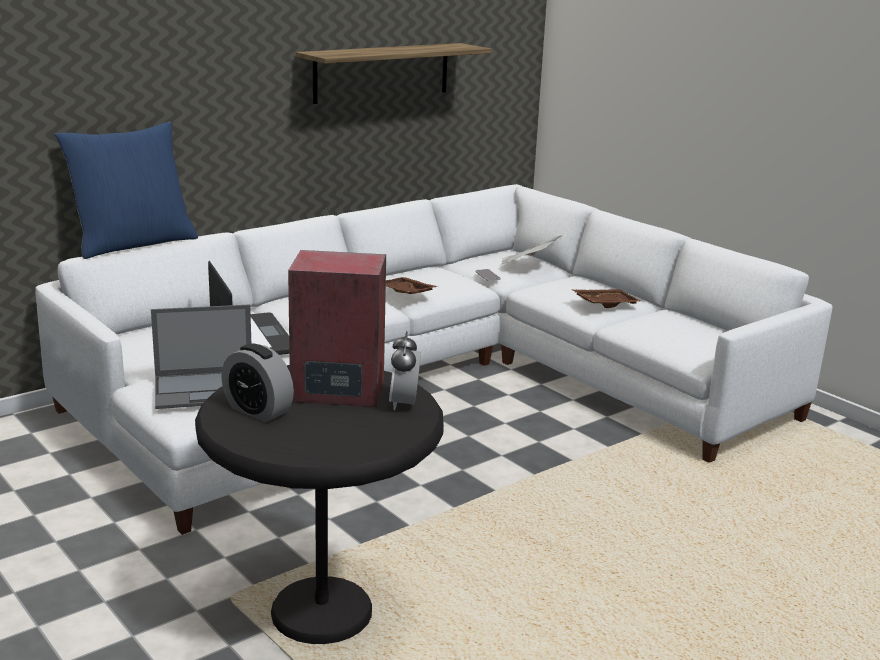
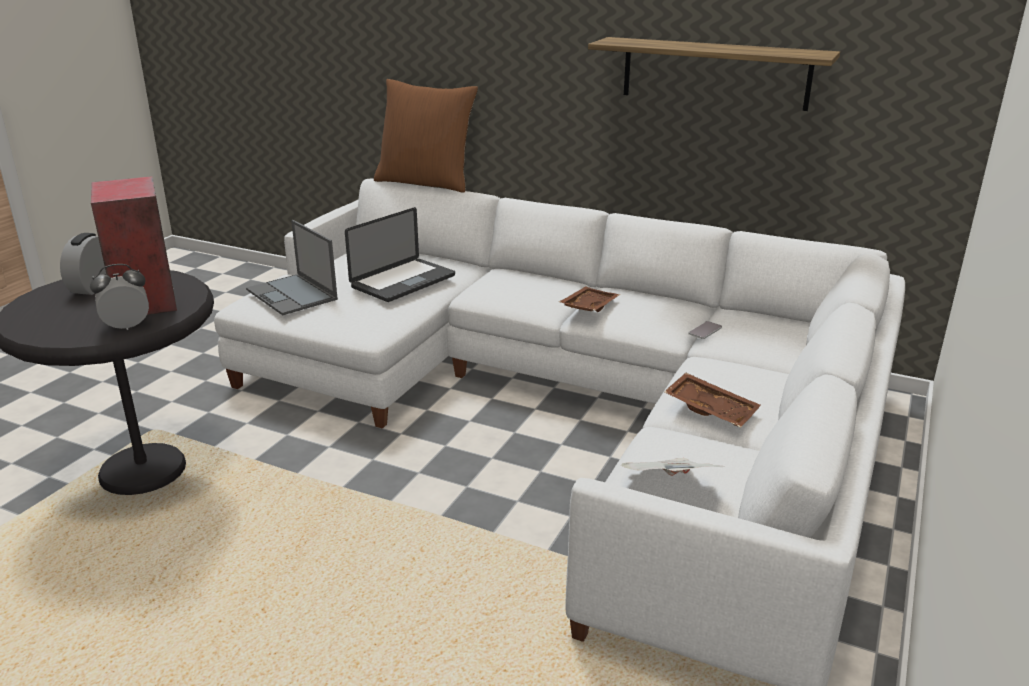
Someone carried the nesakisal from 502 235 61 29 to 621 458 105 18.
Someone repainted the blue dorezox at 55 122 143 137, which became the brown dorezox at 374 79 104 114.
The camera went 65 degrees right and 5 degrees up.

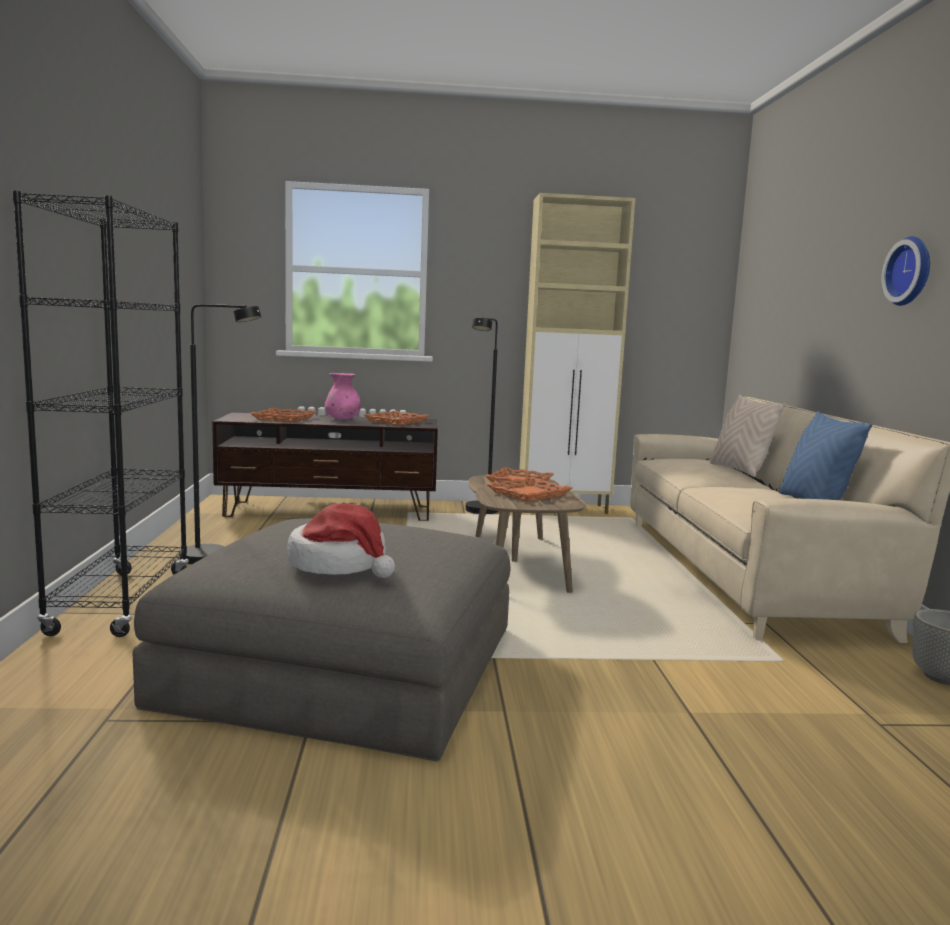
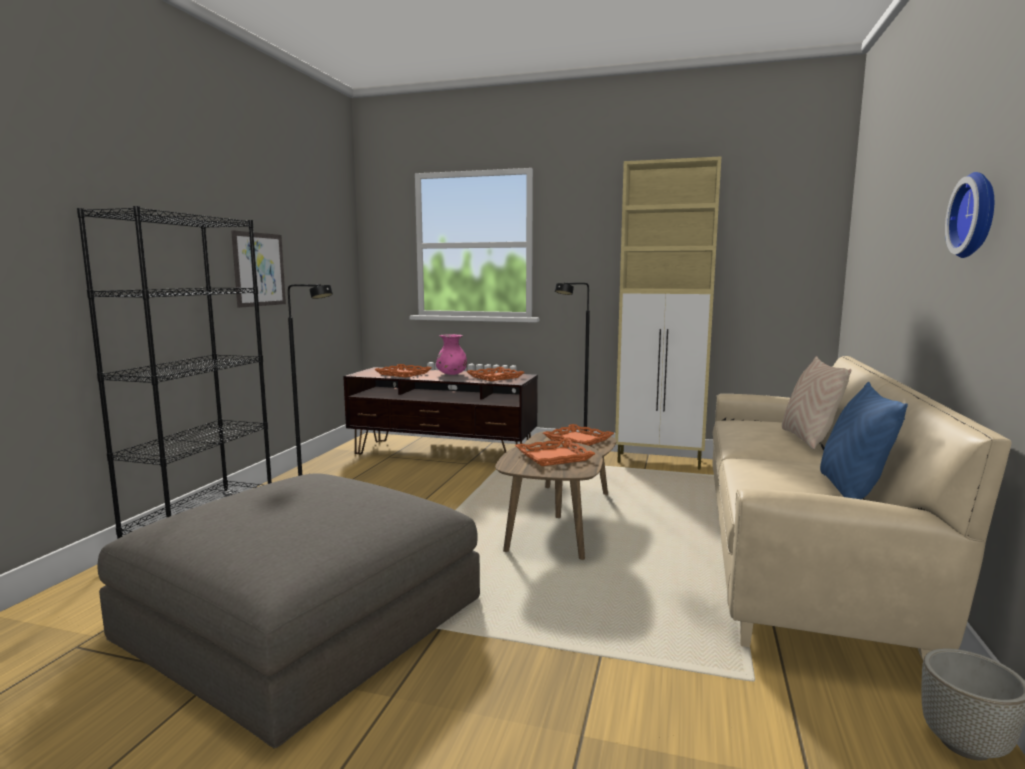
Someone took away the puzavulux at 287 503 108 75.
Someone put up the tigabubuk at 231 230 55 78.
The camera went 20 degrees right and 0 degrees up.

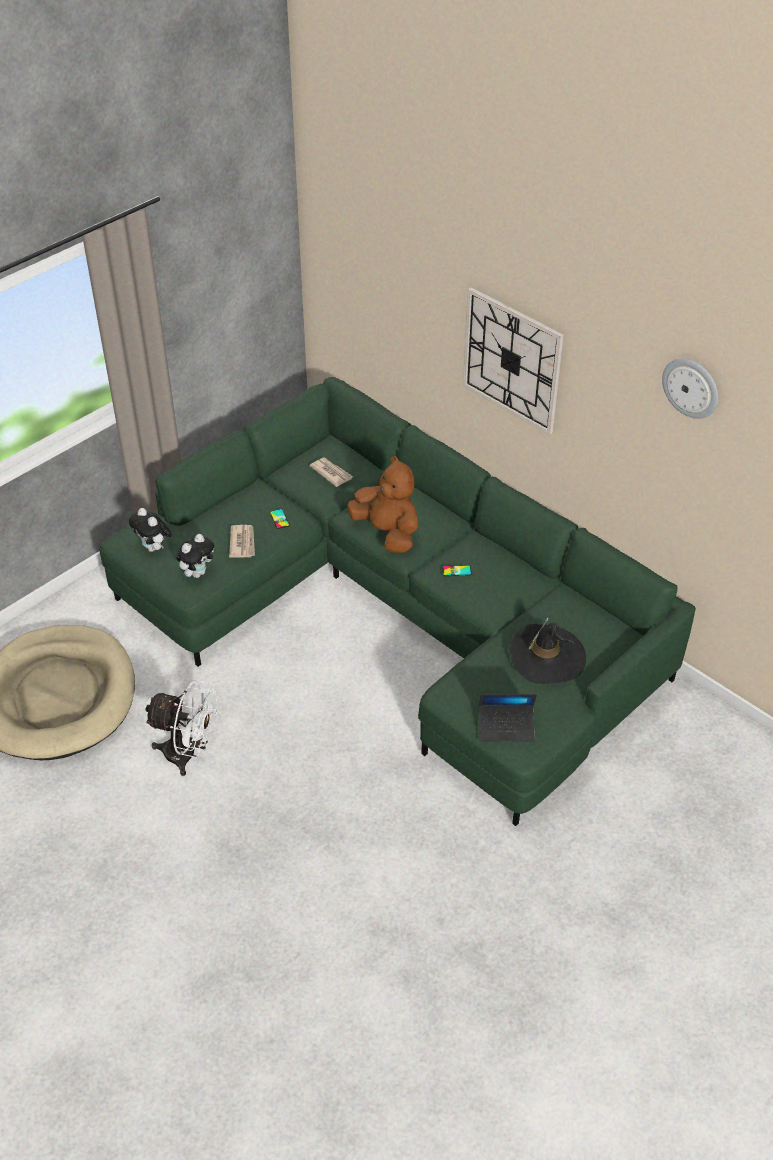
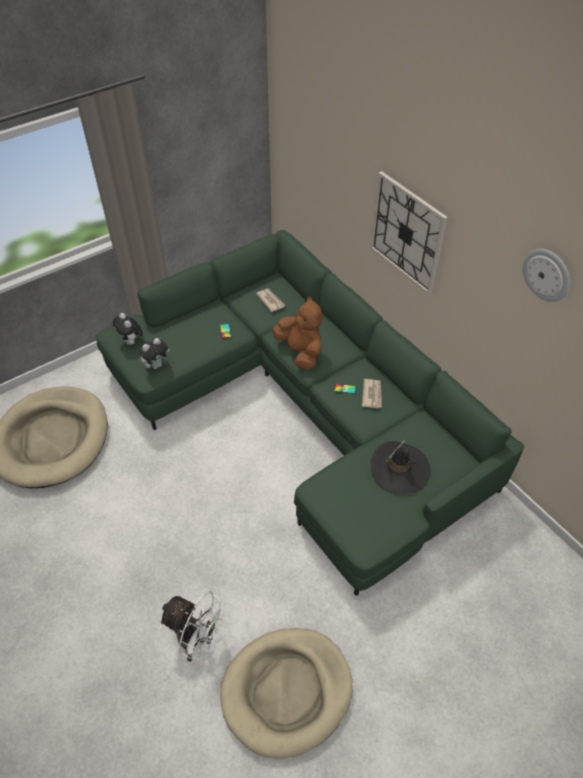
Someone took away the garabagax at 479 694 58 48.
Someone put down the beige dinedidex at 220 628 133 130.
Someone carried the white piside from 144 680 74 96 to 159 592 67 70.
Someone carried the nesakisal from 229 525 26 33 to 362 379 20 29.
The camera went 10 degrees right and 5 degrees up.

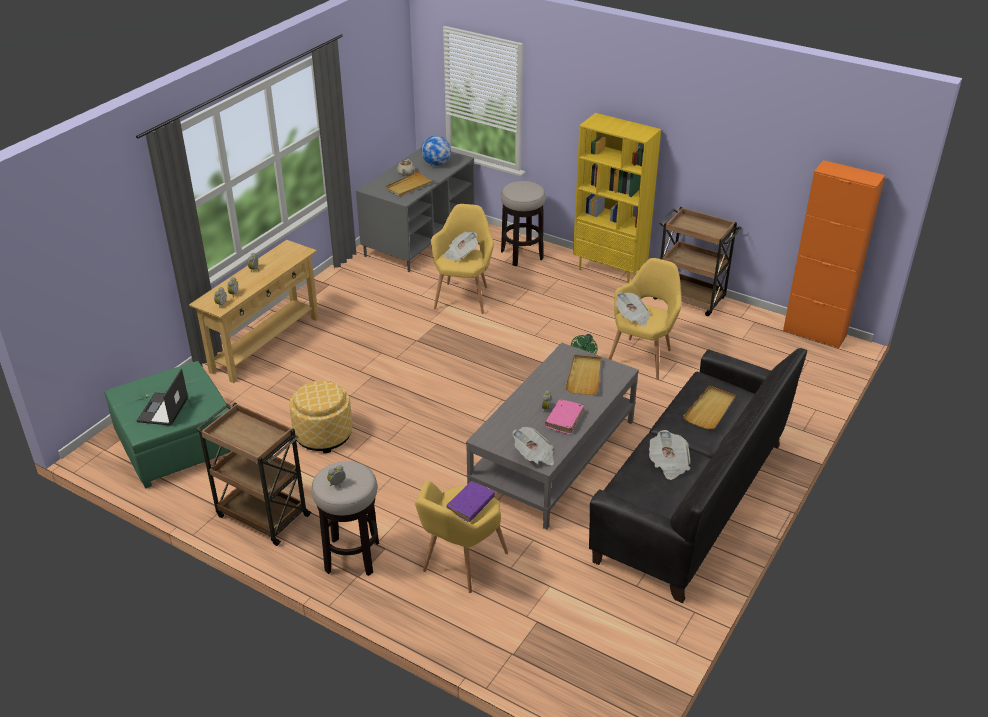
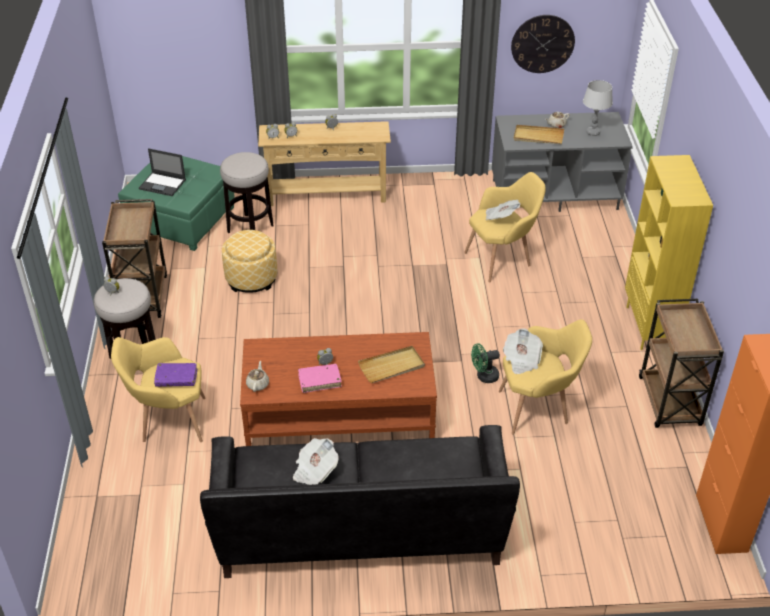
Someone took away the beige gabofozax at 684 386 52 43.
Someone put up the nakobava at 511 15 64 58.
Someone carried the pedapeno from 501 181 45 85 to 220 152 54 81.
Someone swapped the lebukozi at 421 136 30 30 for the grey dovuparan at 583 80 30 56.
Someone swapped the nesakisal at 512 427 42 38 for the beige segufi at 246 361 23 31.
Someone repainted the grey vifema at 466 343 173 187, which became the brown vifema at 240 332 197 114.
Someone rotated the garabagax at 137 368 52 58 by 135 degrees counterclockwise.
The camera went 55 degrees right and 5 degrees up.

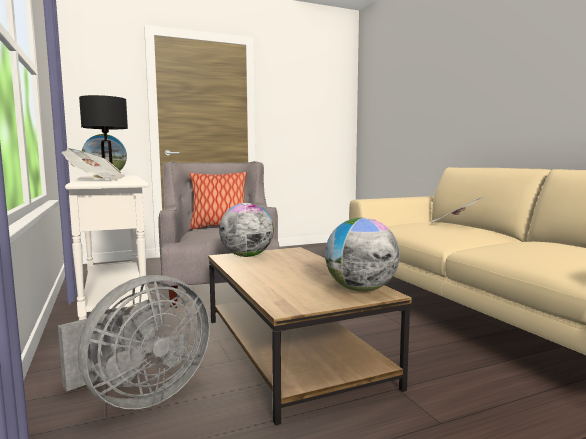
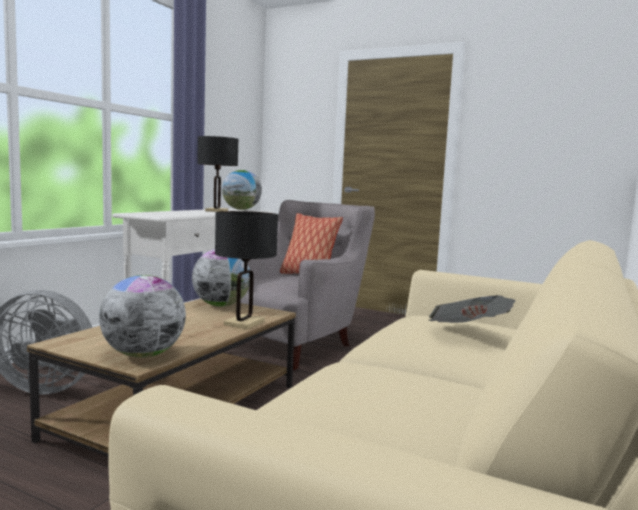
Someone took away the nesakisal at 62 148 63 33.
Someone put down the black dovuparan at 215 211 63 118.
The camera went 50 degrees right and 0 degrees up.

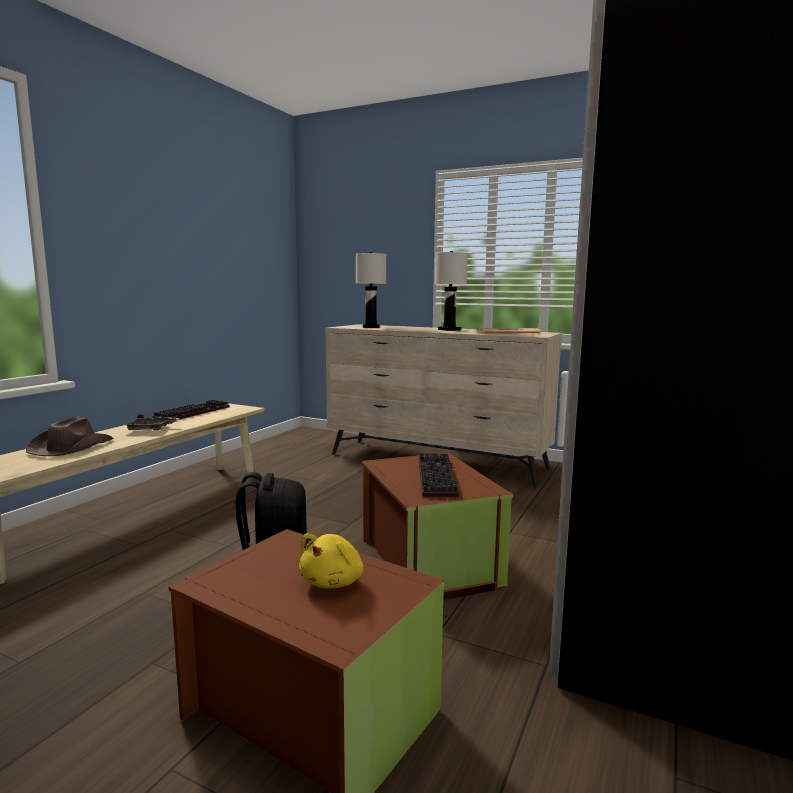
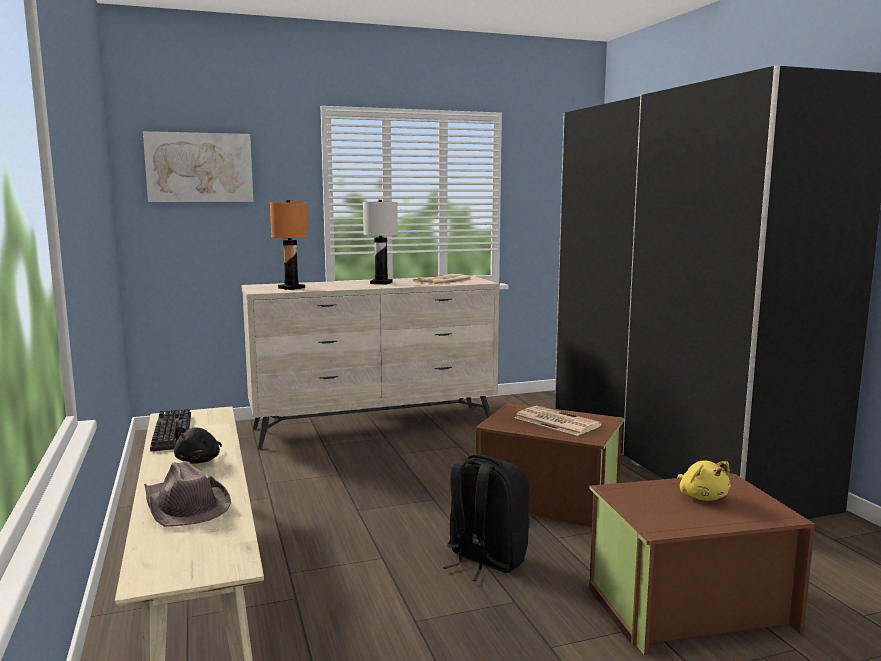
Someone put up the tigabubuk at 143 131 110 71.
Someone swapped the grey gabofozax at 124 414 56 16 for the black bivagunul at 174 427 48 36.
Someone swapped the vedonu at 419 453 40 44 for the nesakisal at 514 406 88 30.
Someone repainted the white dovuparan at 356 252 30 76, which became the orange dovuparan at 270 200 38 90.
The camera went 45 degrees left and 0 degrees up.

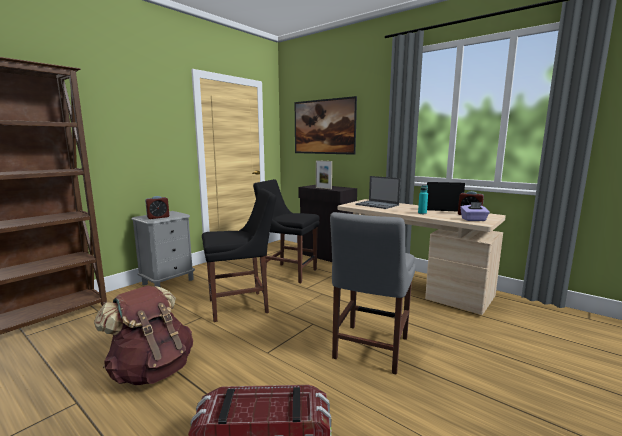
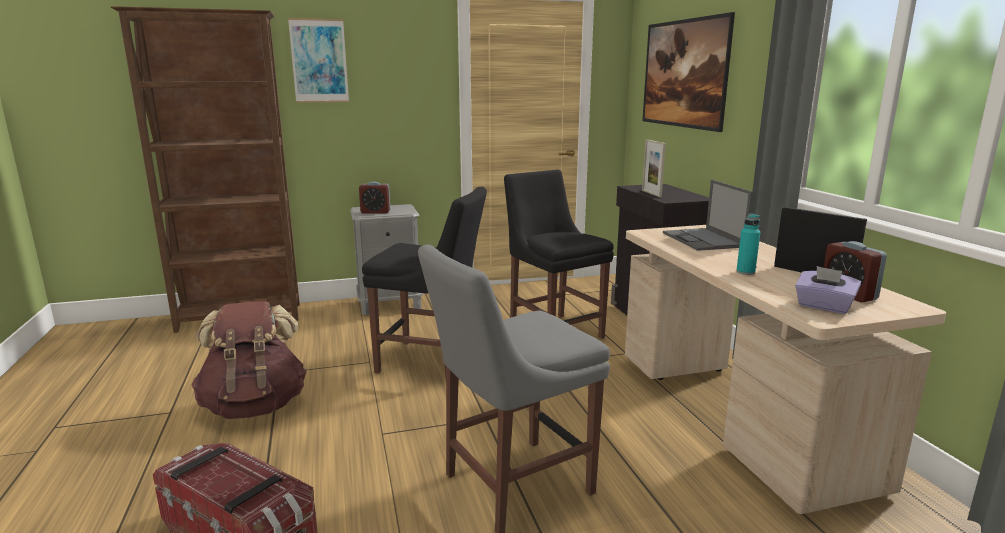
Someone put up the tigabubuk at 288 18 61 85.
The camera went 35 degrees right and 5 degrees up.

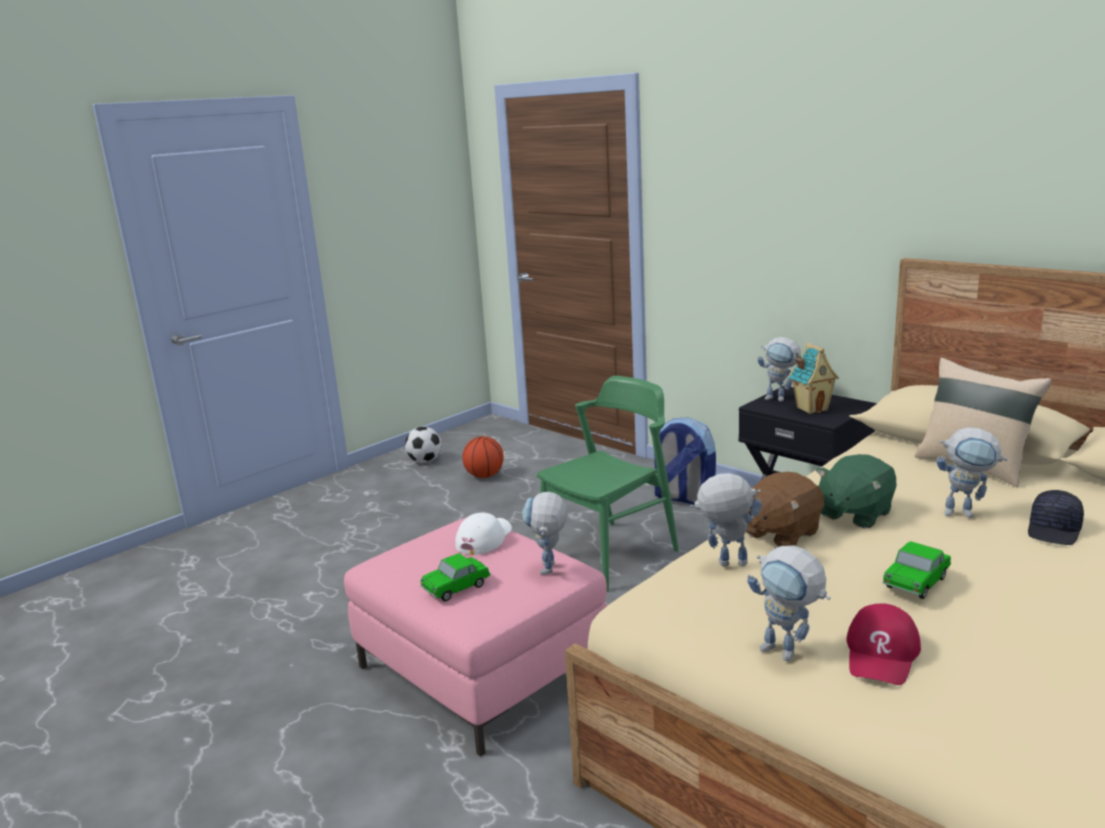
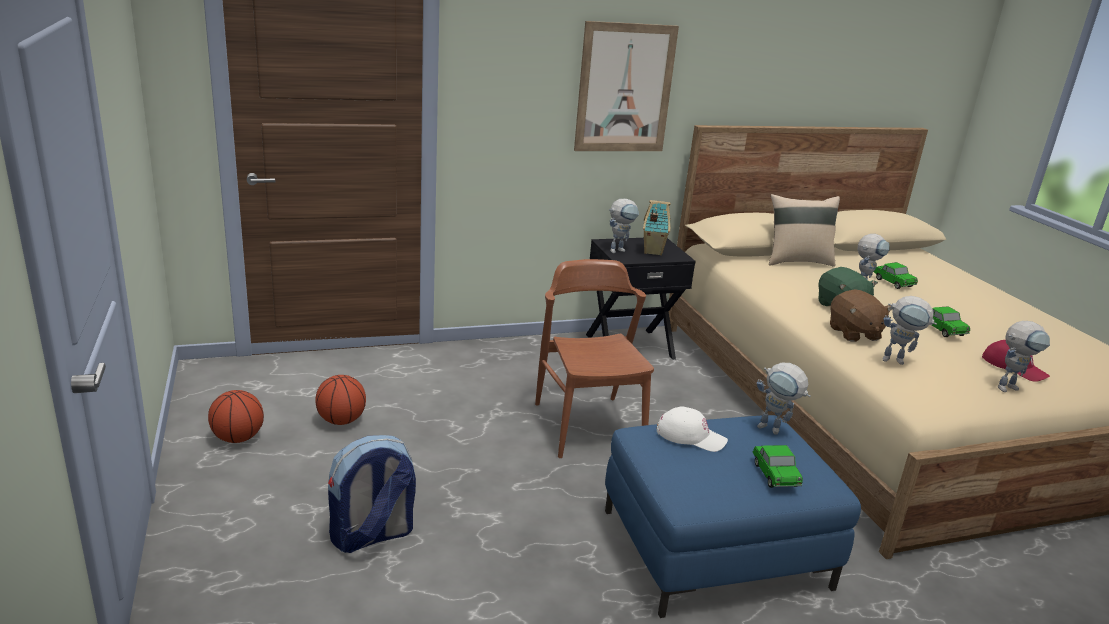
Someone put up the tigabubuk at 574 21 105 130.
Someone carried the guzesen from 654 418 62 87 to 328 435 88 118.
Someone swapped the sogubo at 405 427 37 36 for the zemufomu at 208 390 56 53.
Someone swapped the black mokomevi at 1028 490 56 55 for the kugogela at 873 262 45 27.
Someone repainted the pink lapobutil at 344 517 263 240, which became the blue lapobutil at 605 415 256 203.
Someone repainted the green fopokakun at 537 376 142 216, which became the brown fopokakun at 535 259 119 199.
Someone rotated the white mokomevi at 455 512 57 43 by 150 degrees clockwise.
Someone rotated the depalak at 690 473 72 94 by 105 degrees counterclockwise.
The camera went 65 degrees left and 5 degrees up.

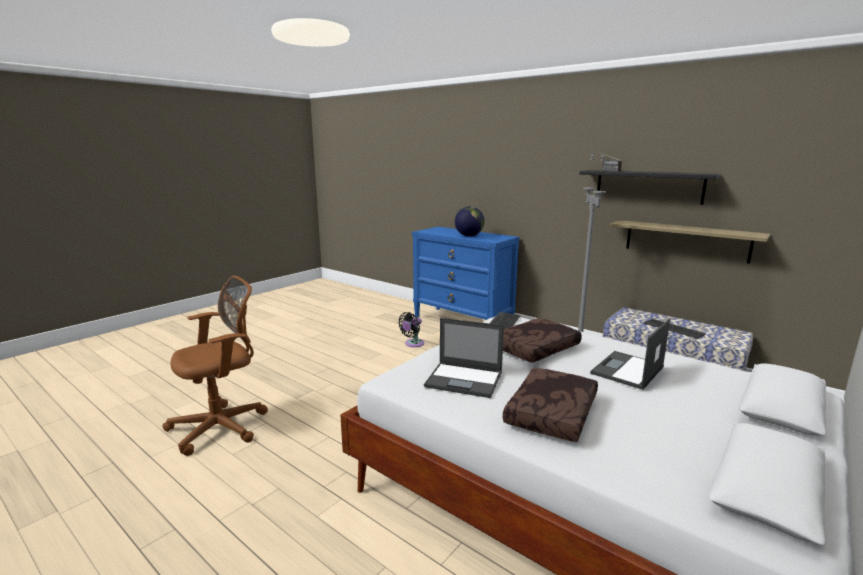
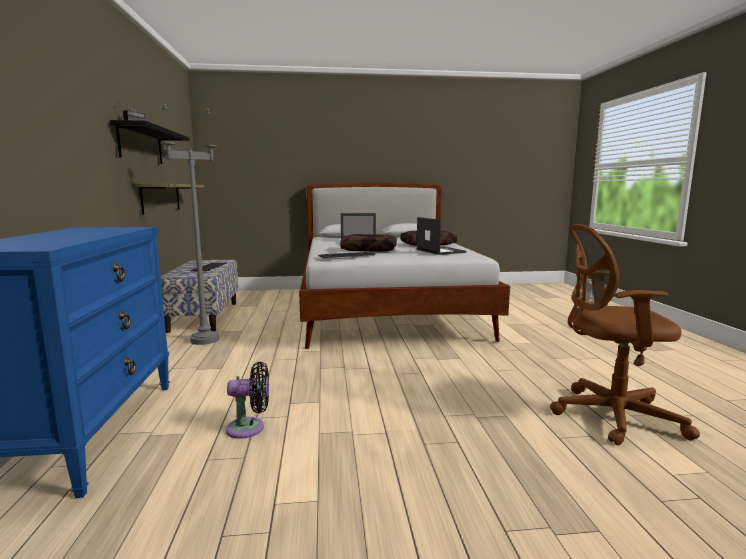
Someone took away the lebukozi at 455 206 29 30.
The camera went 135 degrees left and 5 degrees down.

